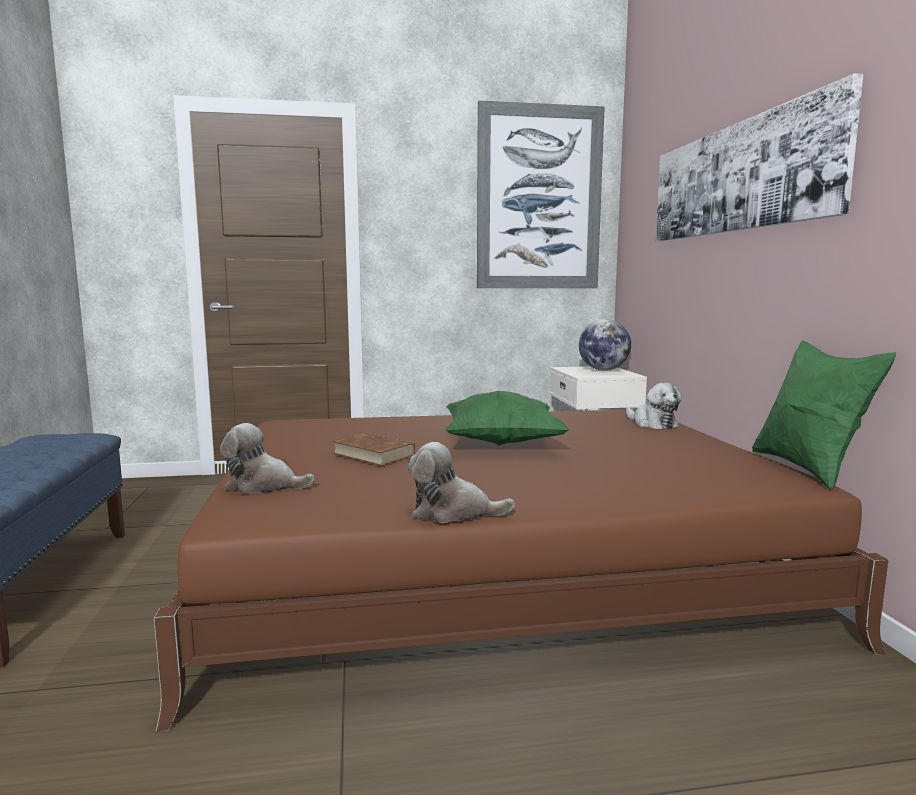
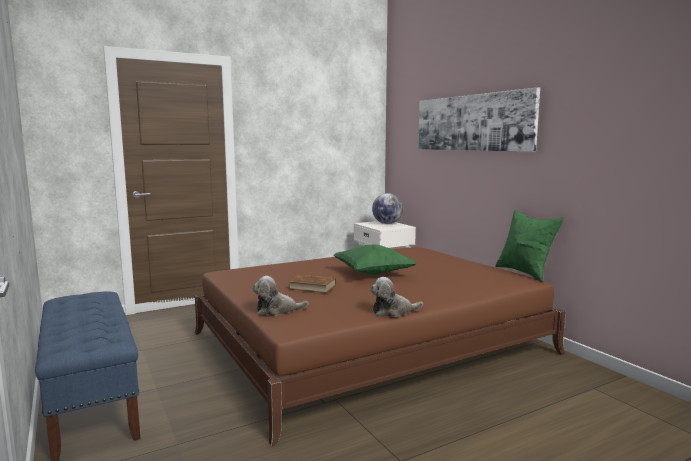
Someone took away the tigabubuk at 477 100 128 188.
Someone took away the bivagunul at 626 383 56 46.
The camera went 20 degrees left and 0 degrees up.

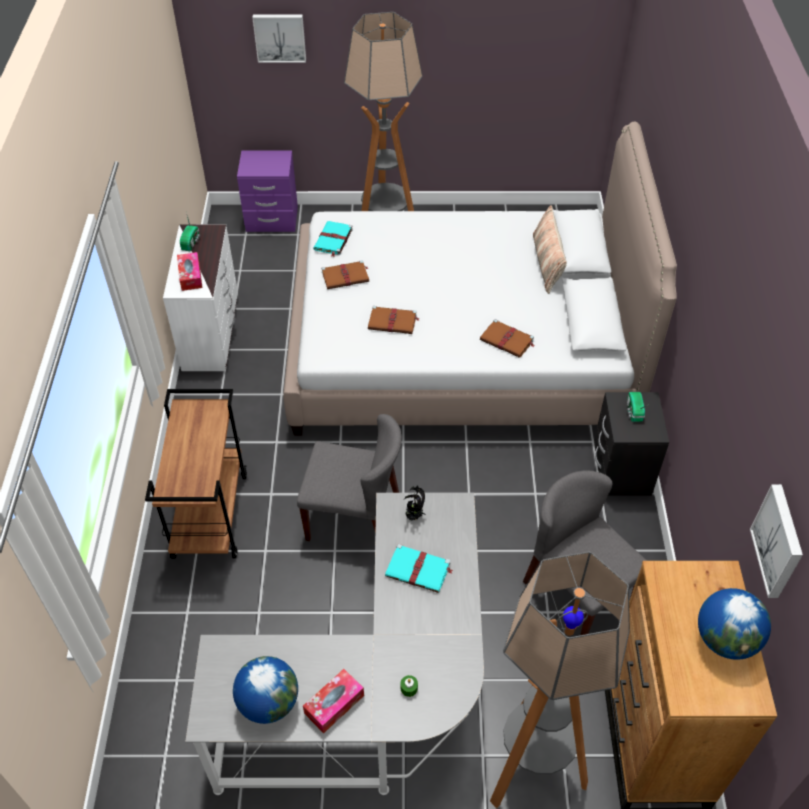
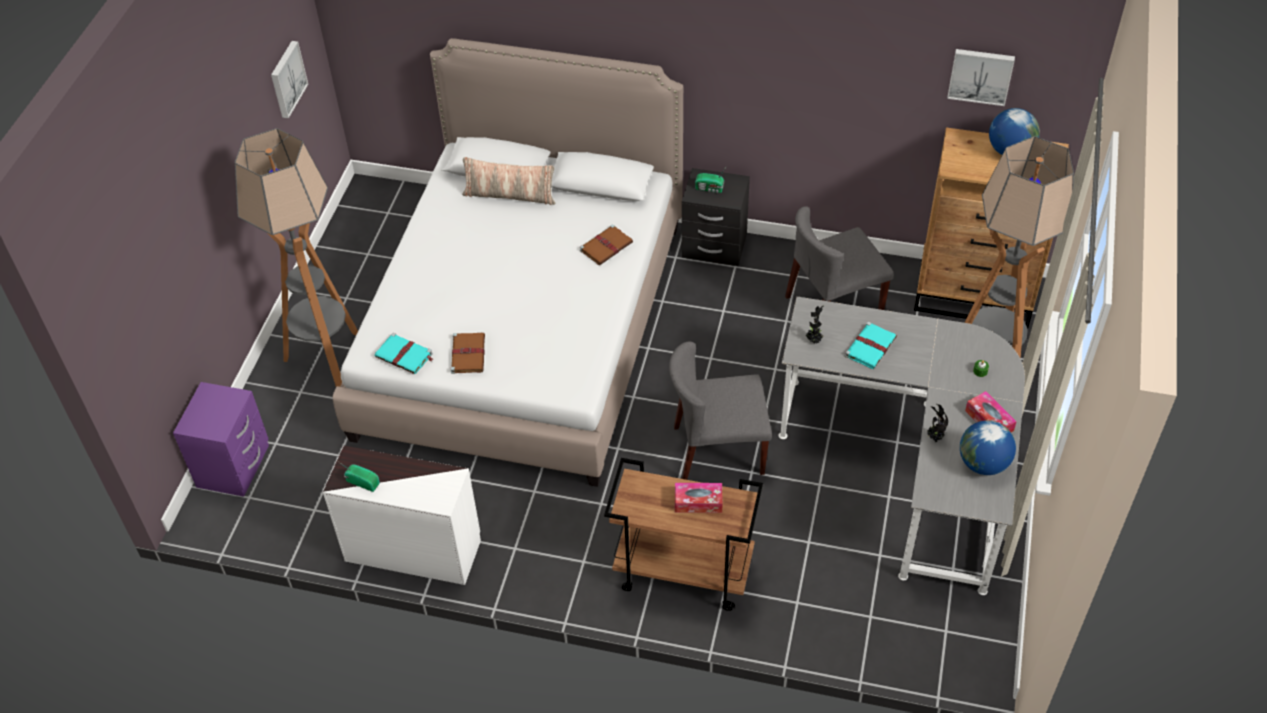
Someone took away the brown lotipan at 368 306 52 28.
Someone put down the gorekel at 927 404 21 39.
Someone carried the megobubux from 177 252 25 39 to 675 483 48 30.
Someone carried the tigabubuk from 252 14 54 49 to 271 41 37 77.
Someone rotated the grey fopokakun at 297 414 105 127 by 120 degrees counterclockwise.
The camera went 75 degrees left and 0 degrees up.

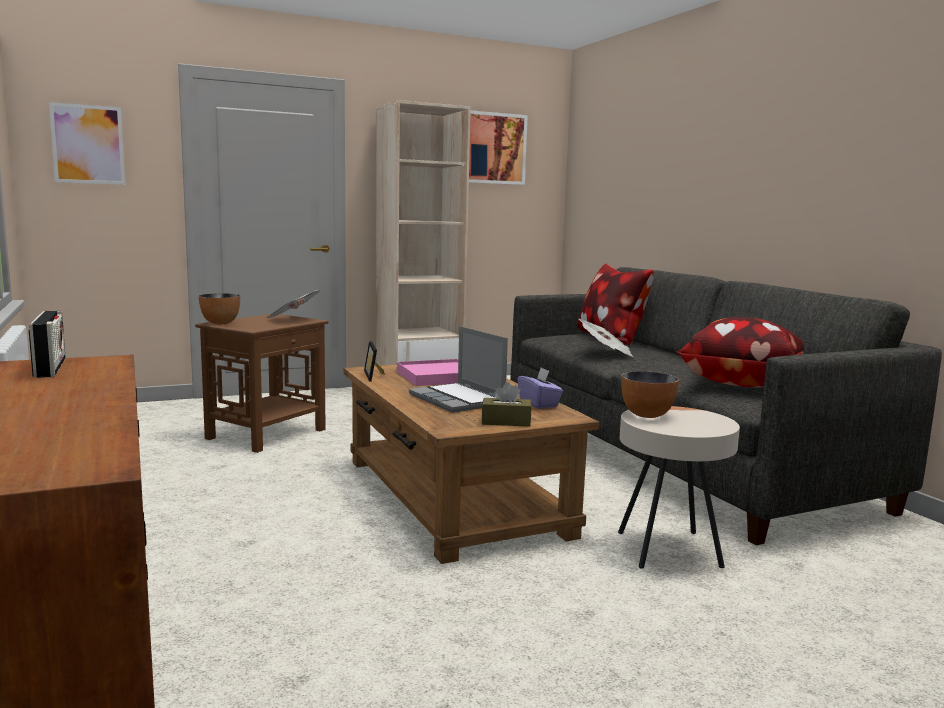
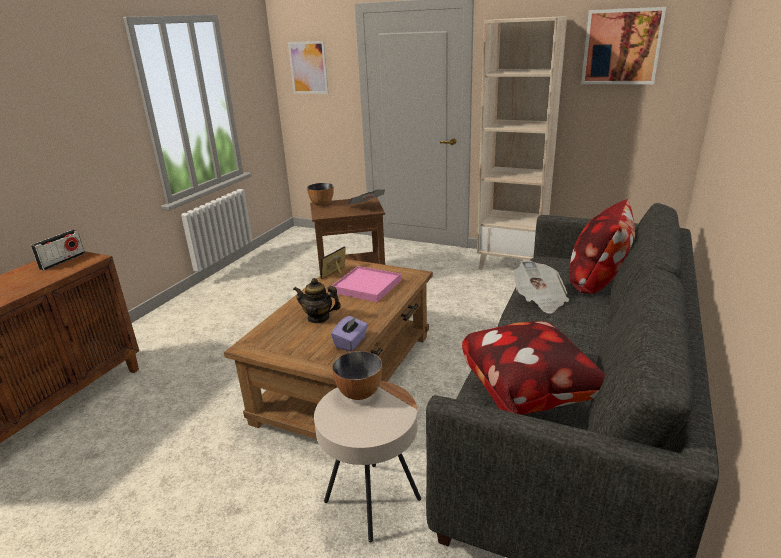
Someone took away the brown megobubux at 481 382 51 45.
Someone swapped the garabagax at 409 326 99 87 for the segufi at 293 278 48 45.
The camera went 50 degrees right and 15 degrees up.

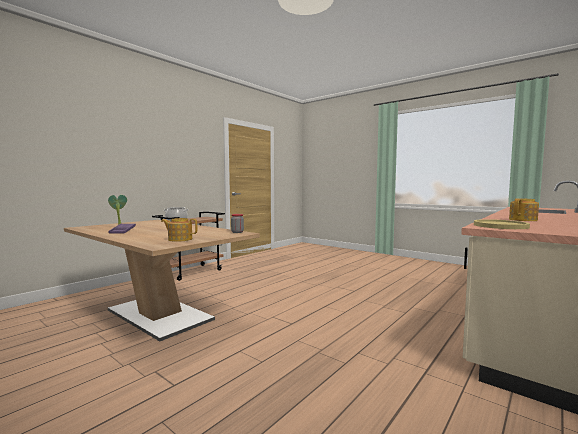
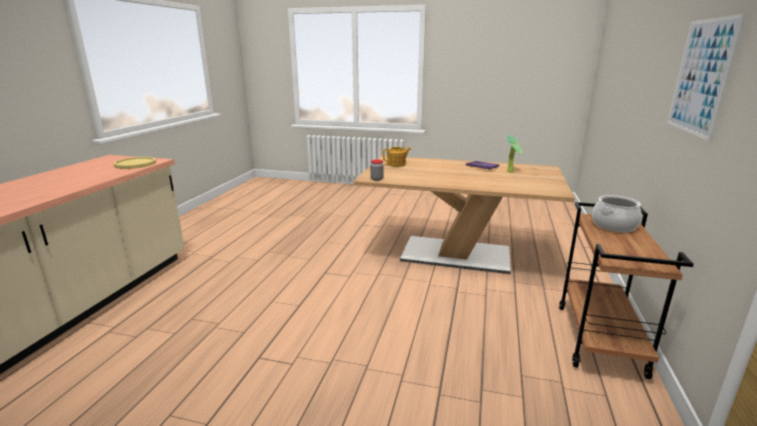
Someone took away the segufi at 509 198 30 23.
Someone put up the tigabubuk at 667 13 80 128.
The camera went 155 degrees right and 15 degrees up.

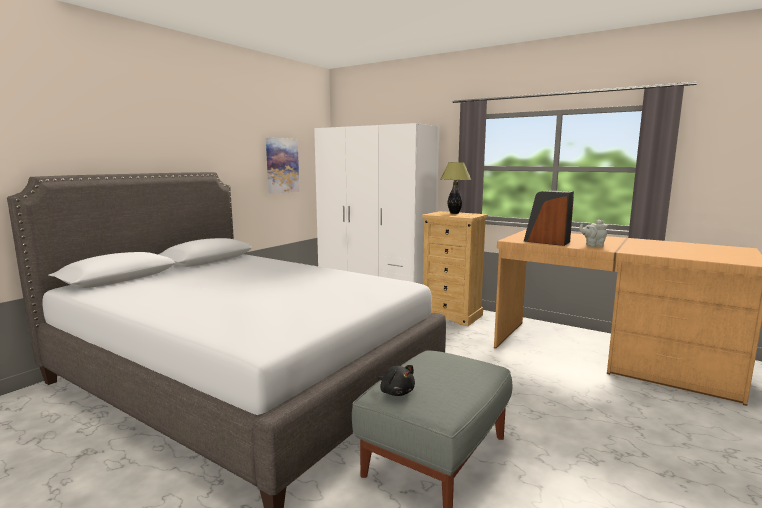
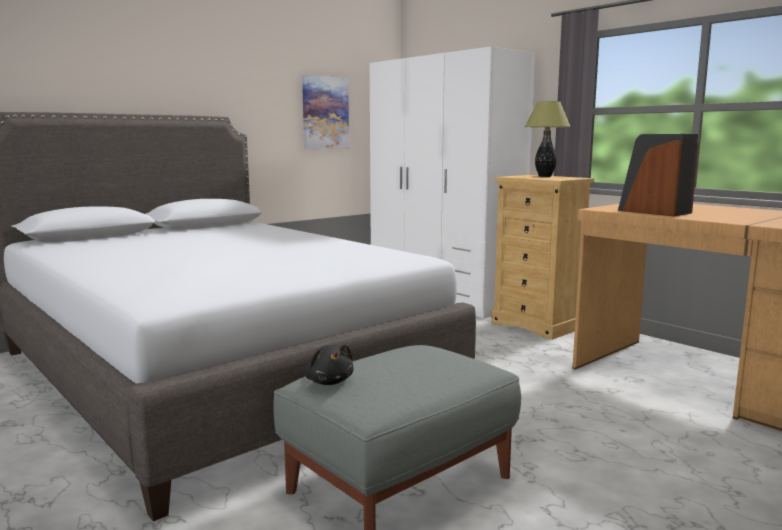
Someone took away the grey segufi at 579 220 29 27.
The camera went 15 degrees right and 0 degrees up.

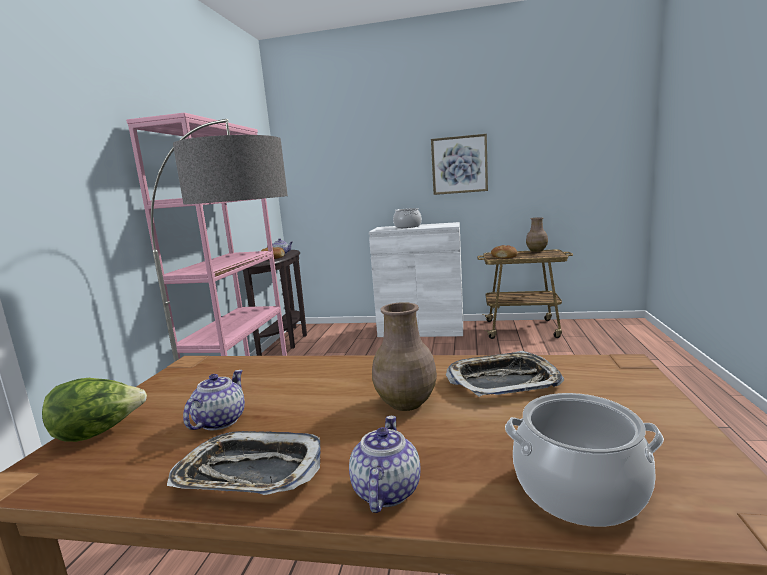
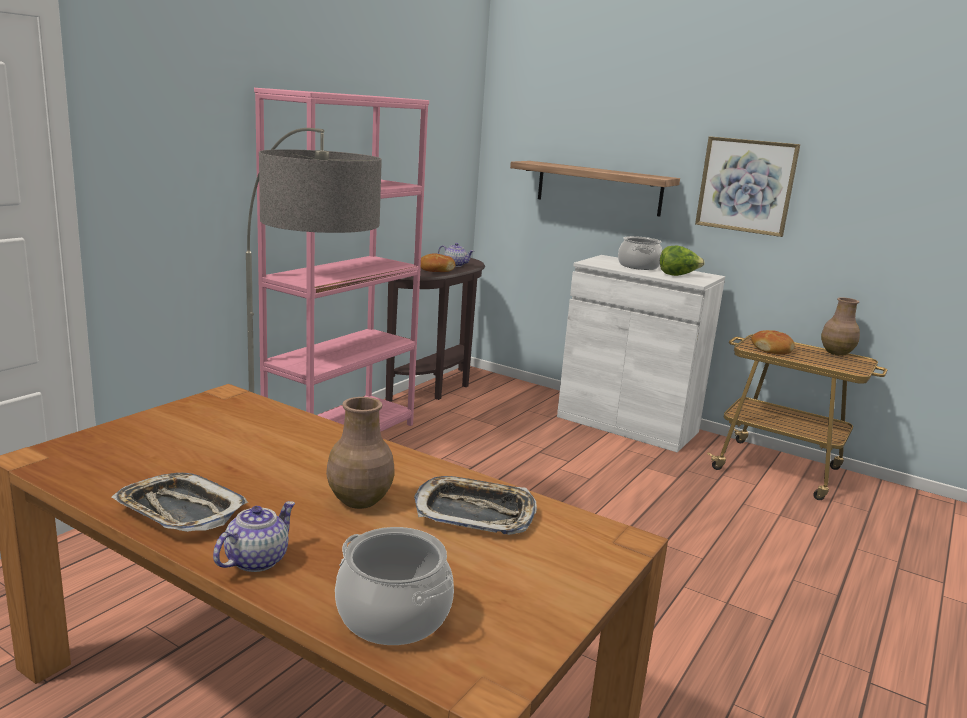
Someone took away the segufi at 183 370 62 60.
Someone put up the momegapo at 510 161 170 56.
Someone carried the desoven from 42 378 105 64 to 660 246 45 30.
The camera went 20 degrees right and 5 degrees up.

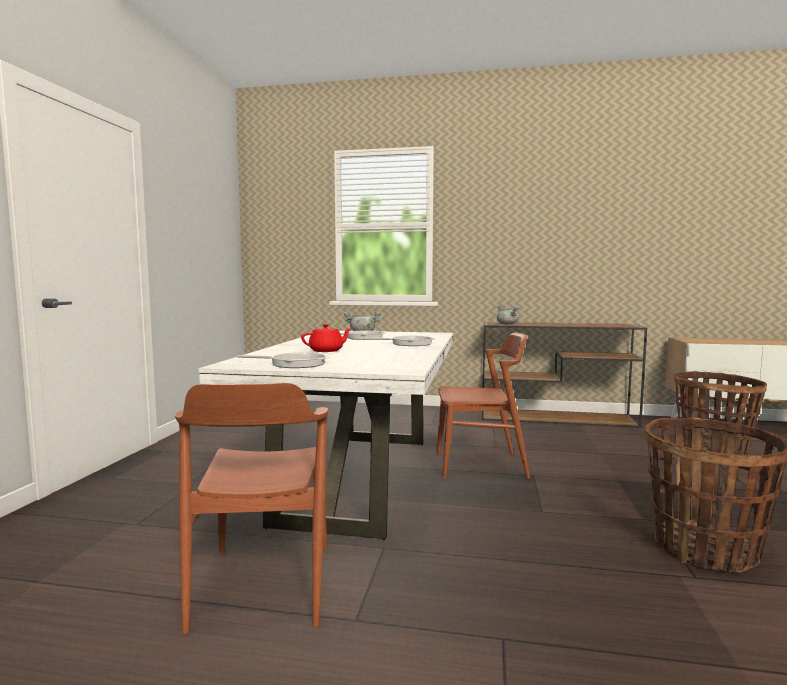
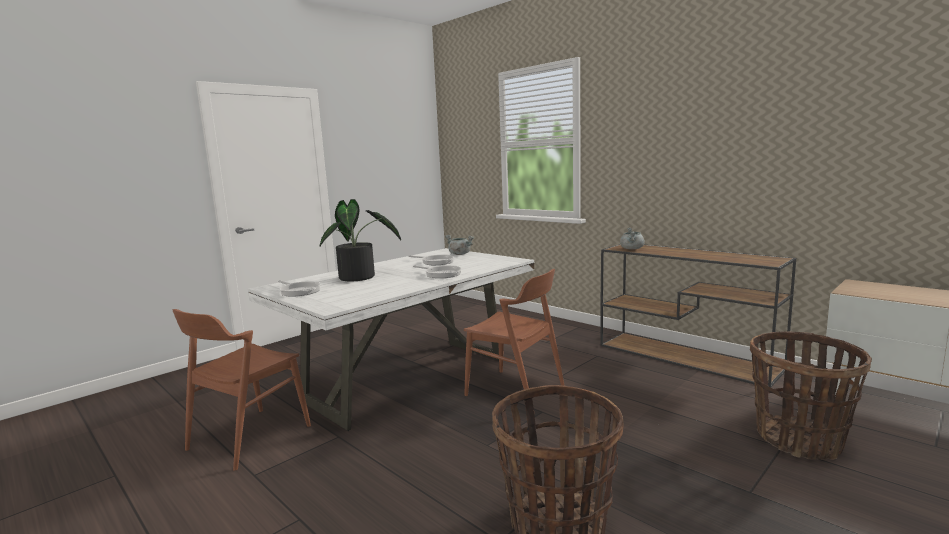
Someone swapped the red segufi at 301 324 51 28 for the gorekel at 320 199 81 82.
The camera went 35 degrees right and 5 degrees up.

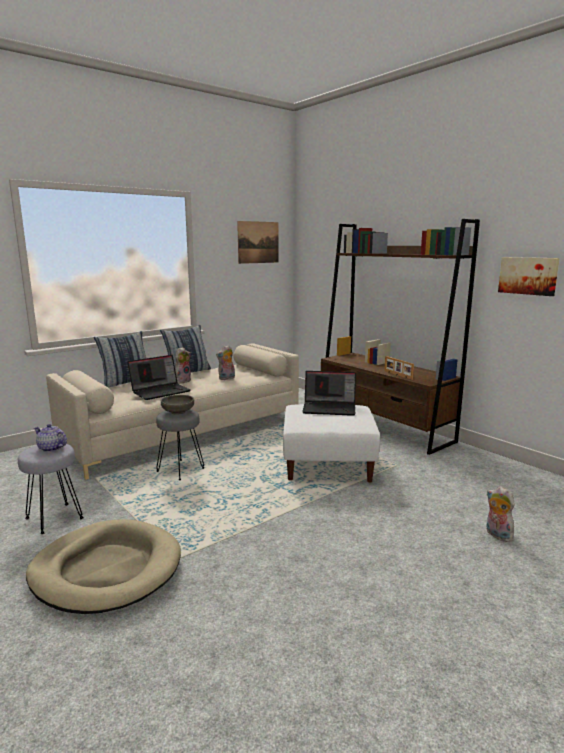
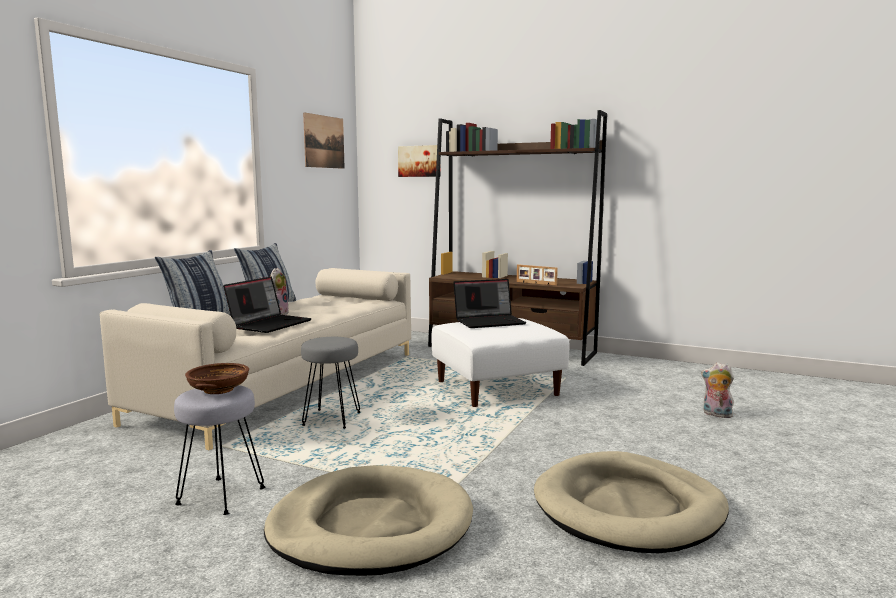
Someone took away the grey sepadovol at 161 395 33 20.
Someone took away the bivagunul at 216 345 19 35.
Someone put down the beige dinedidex at 534 451 195 102.
Someone carried the tigabubuk from 498 257 62 39 to 398 145 43 32.
Someone swapped the segufi at 34 424 33 28 for the brown sepadovol at 185 363 64 31.
The camera went 25 degrees left and 5 degrees down.

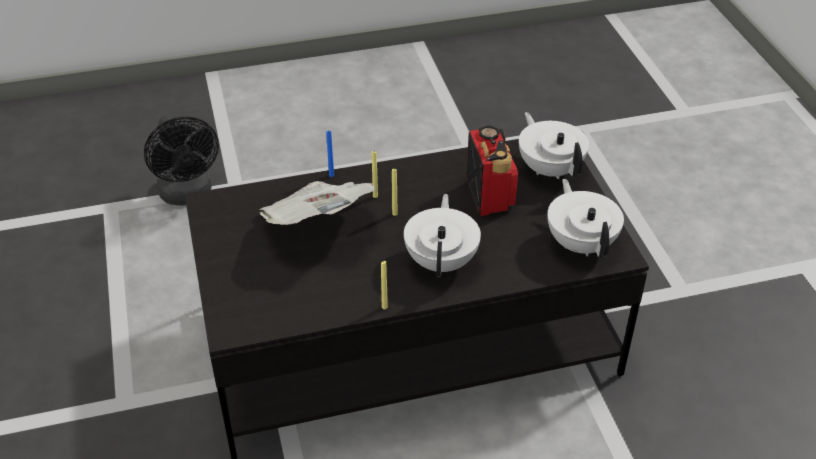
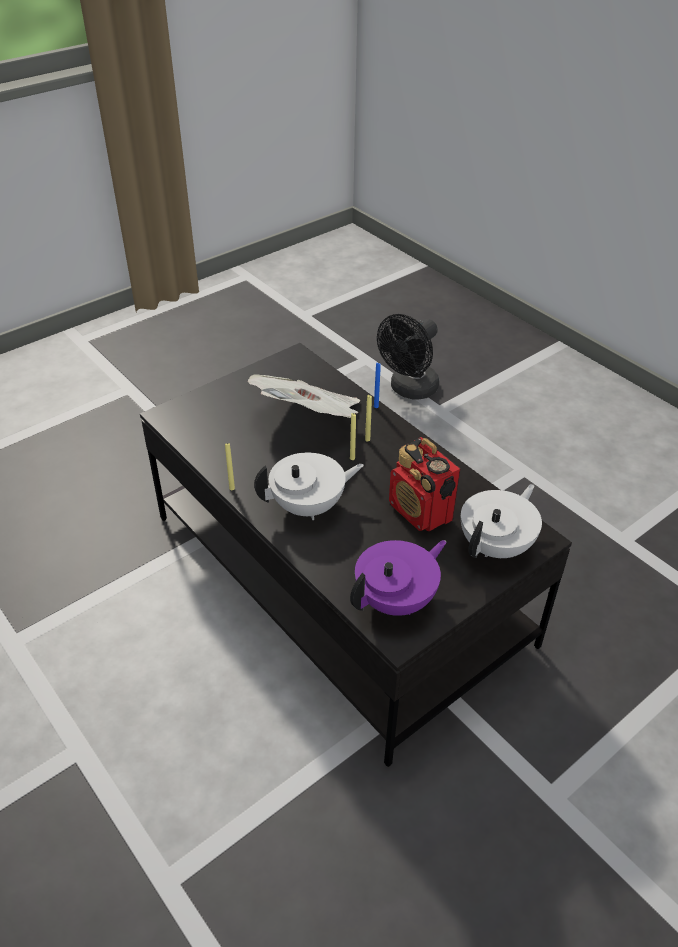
Someone repainted the white segufi at 547 179 77 79, which became the purple segufi at 350 540 96 76.
Someone rotated the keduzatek at 466 125 52 91 by 90 degrees clockwise.
The camera went 65 degrees right and 0 degrees up.

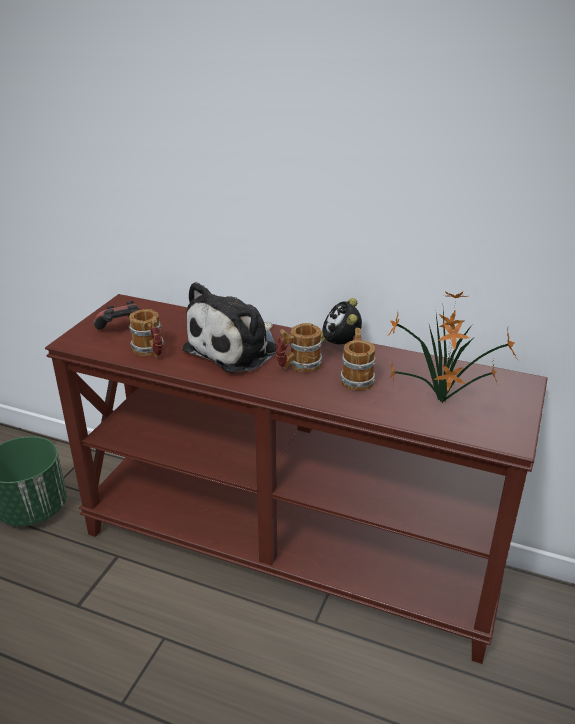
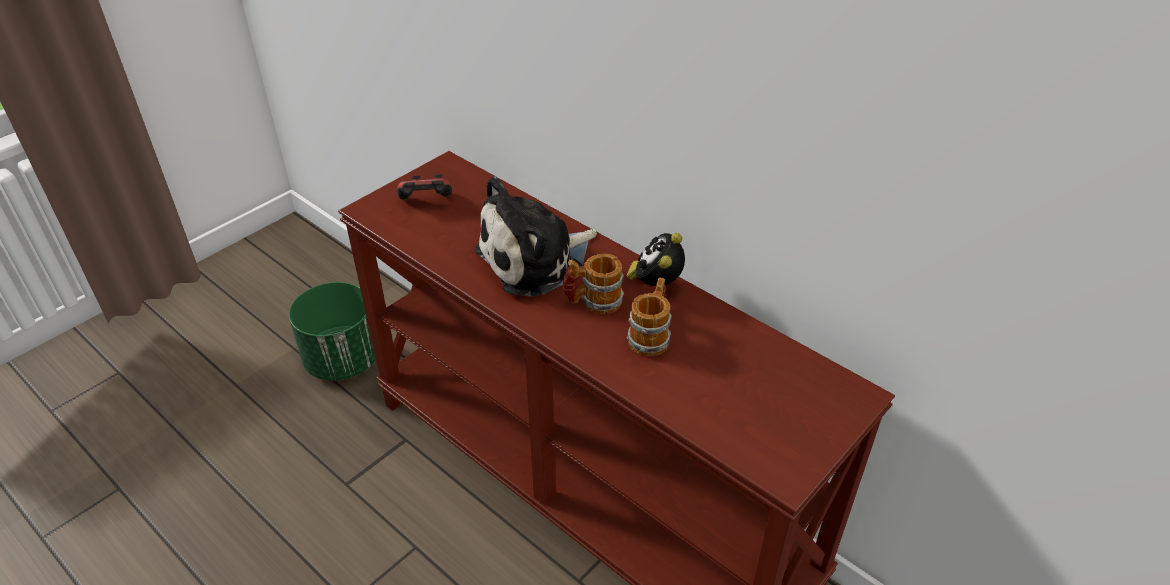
Someone took away the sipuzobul at 129 309 36 49.
Someone took away the gorekel at 387 291 131 112.
The camera went 20 degrees right and 10 degrees up.

